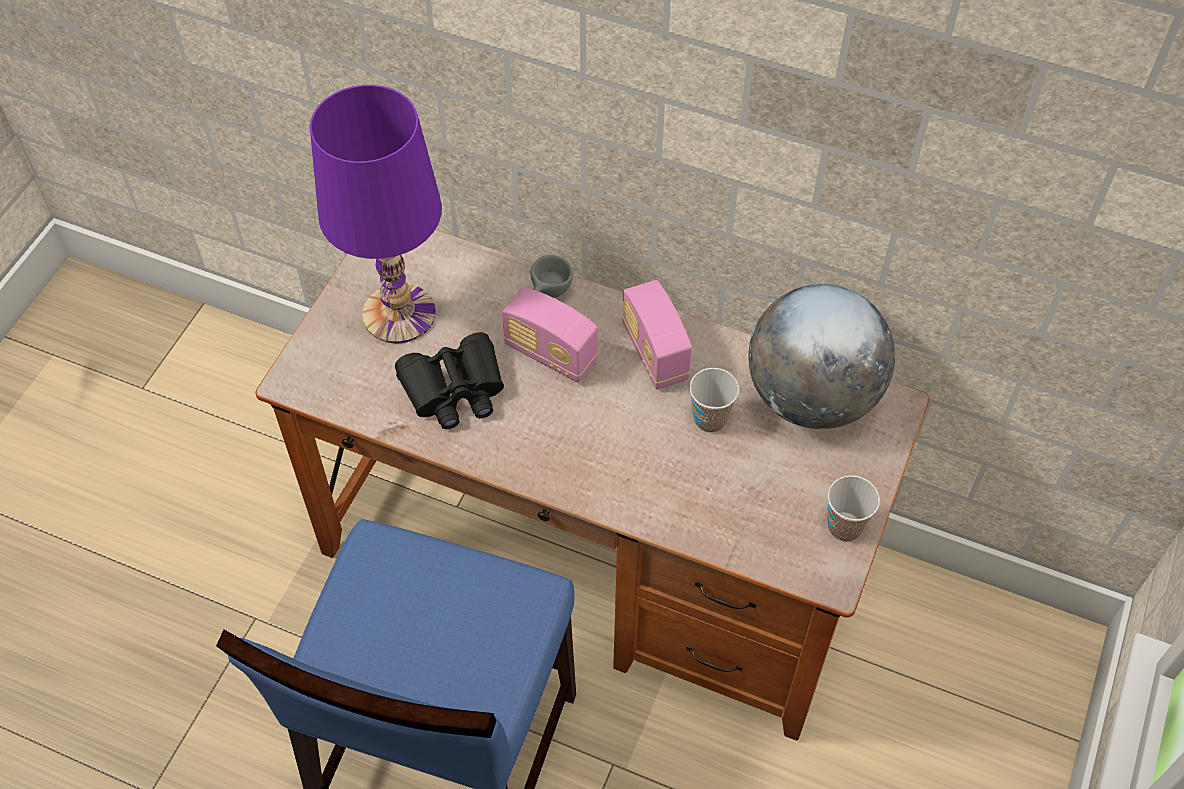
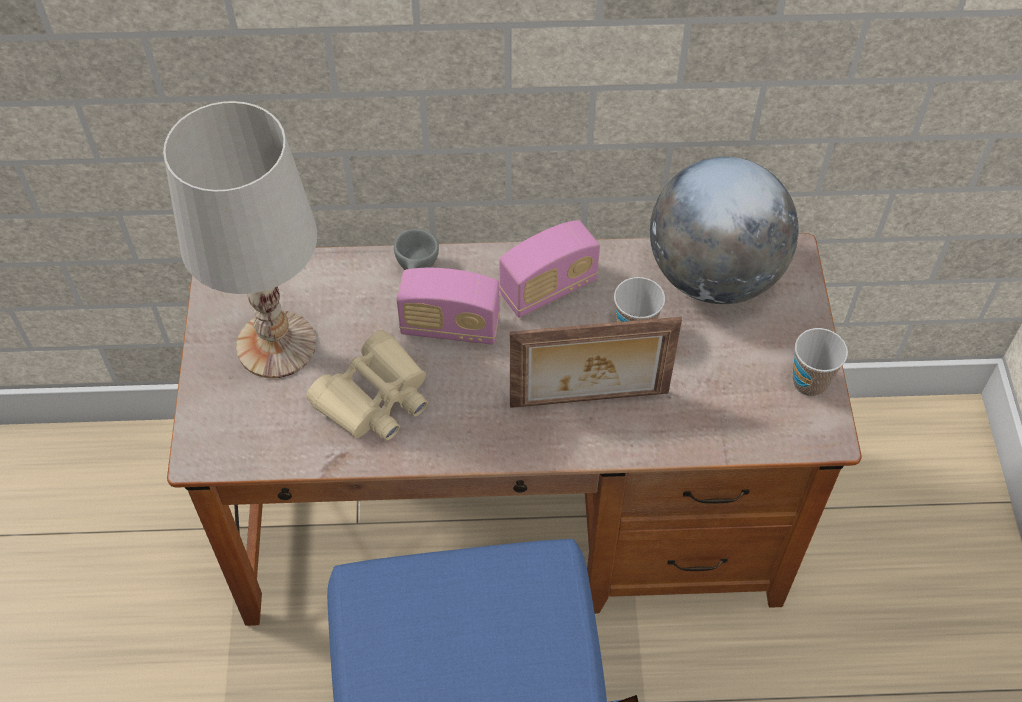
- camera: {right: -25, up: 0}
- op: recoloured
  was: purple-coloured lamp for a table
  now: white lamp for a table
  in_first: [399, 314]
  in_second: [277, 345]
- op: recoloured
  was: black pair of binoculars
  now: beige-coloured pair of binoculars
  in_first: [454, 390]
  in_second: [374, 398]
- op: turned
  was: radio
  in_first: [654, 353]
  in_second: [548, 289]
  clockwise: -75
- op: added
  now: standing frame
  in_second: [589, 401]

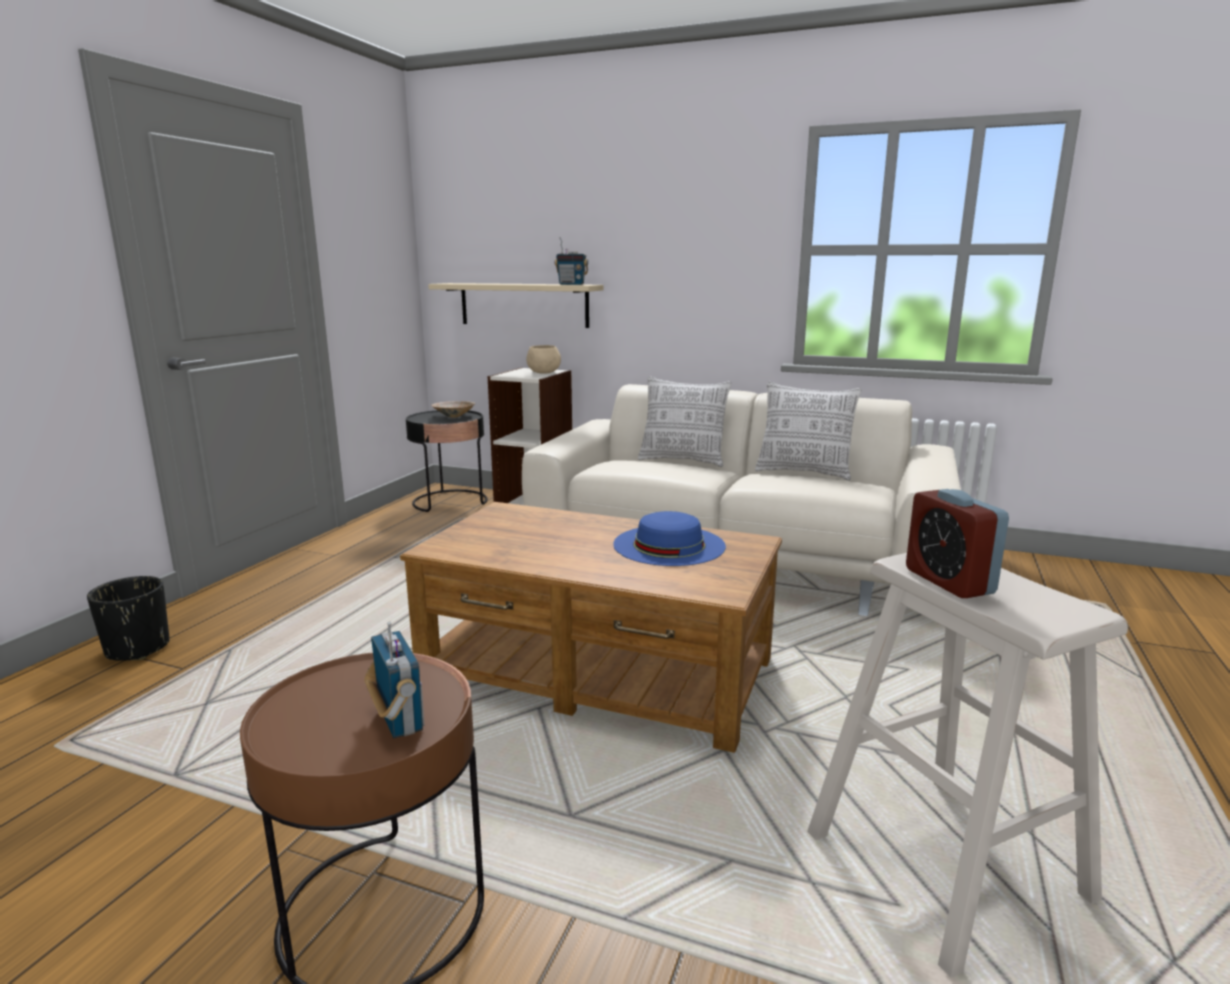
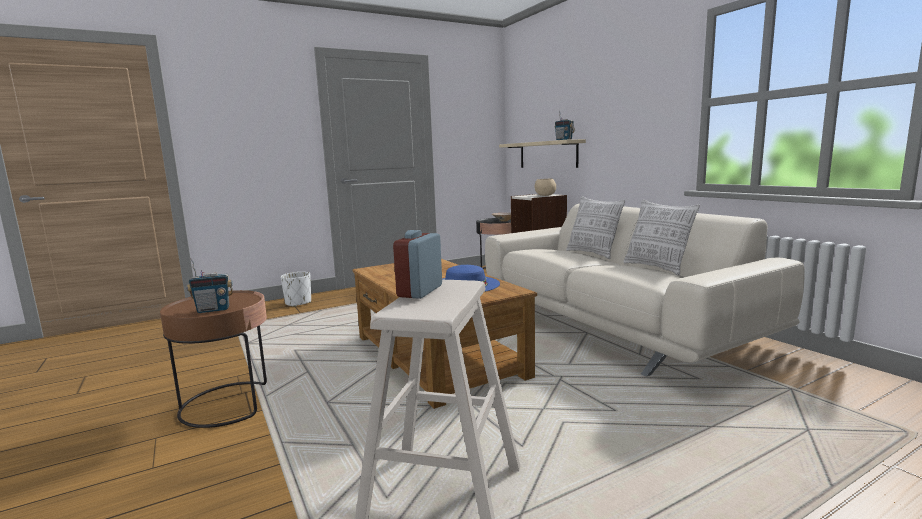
- camera: {right: 40, up: -5}
- op: turned
  was: radio
  in_first: [399, 721]
  in_second: [213, 310]
  clockwise: 60
- op: recoloured
  was: black plant pot
  now: white plant pot
  in_first: [138, 649]
  in_second: [298, 303]

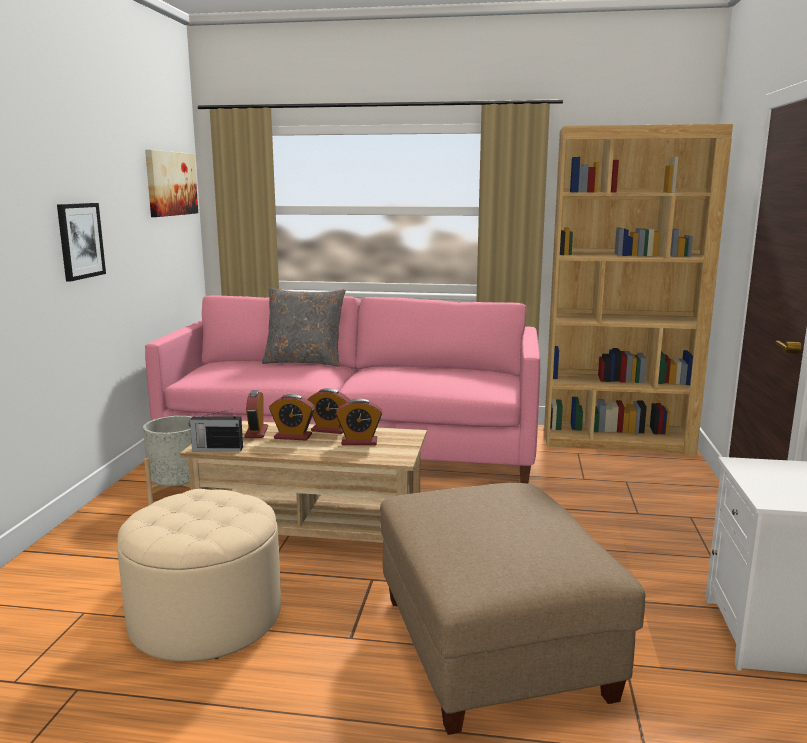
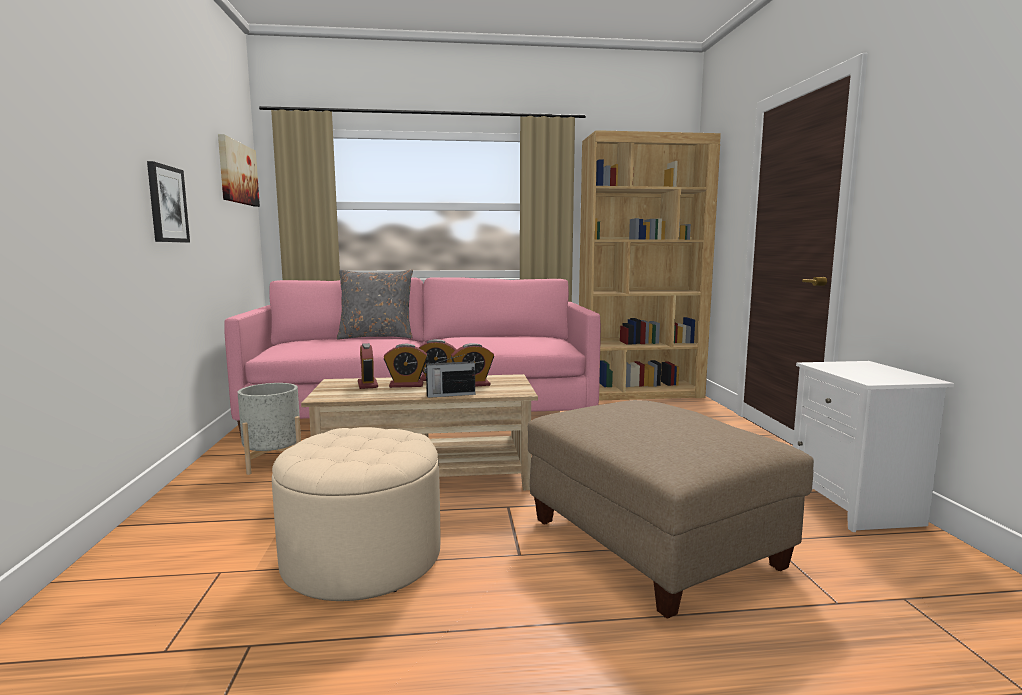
- camera: {right: -15, up: -5}
- op: moved
  was: radio
  in_first: [216, 449]
  in_second: [450, 394]

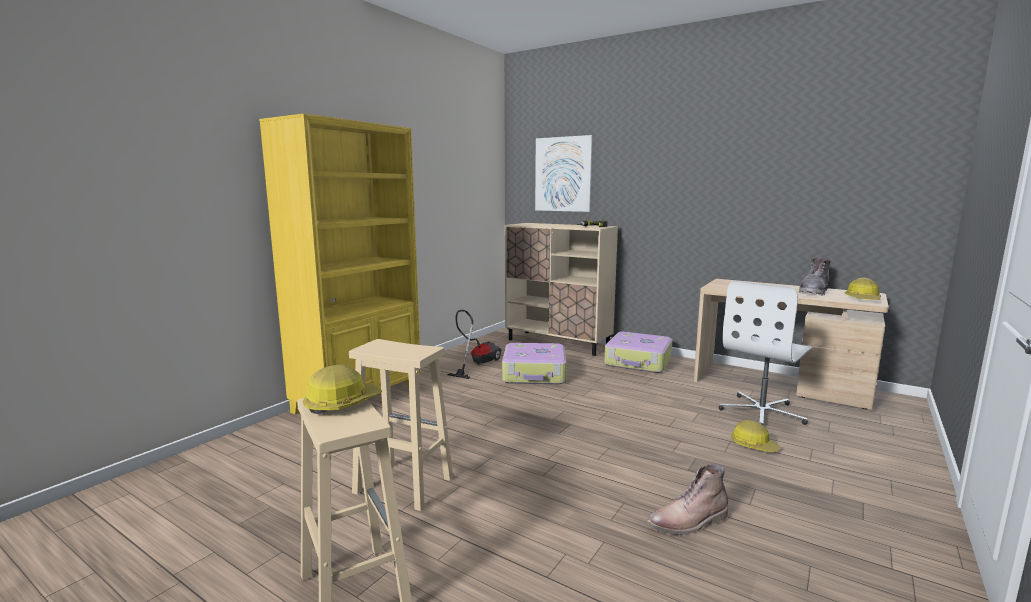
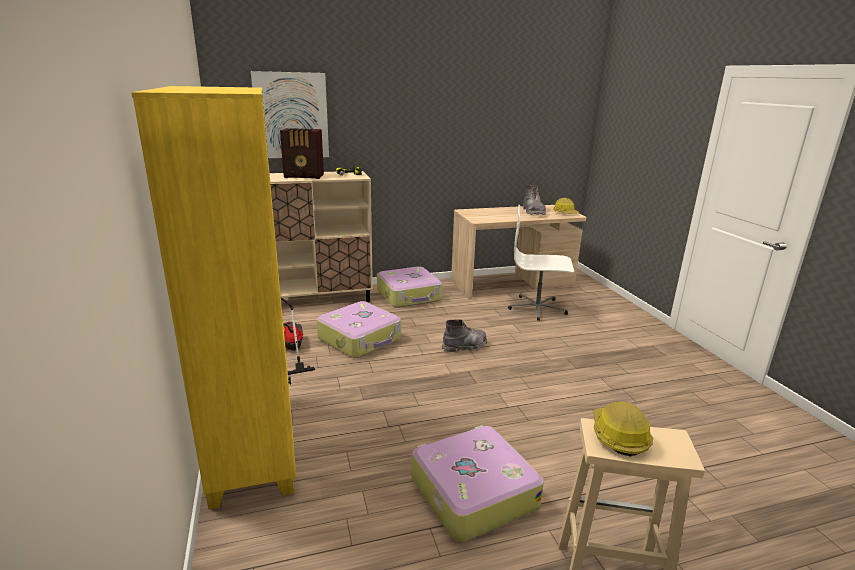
- camera: {right: -50, up: 10}
- op: added
  now: radio
  in_second: [305, 176]
- op: replaced
  was: beige-coloured stool
  now: travel case
  in_first: [402, 485]
  in_second: [472, 492]
- op: added
  now: greyish tall boot
  in_second: [465, 347]
- op: turned
  was: white computer chair
  in_first: [762, 412]
  in_second: [537, 308]
  clockwise: 105
- op: removed
  was: brown tall boot
  in_first: [688, 522]
- op: removed
  was: hard hat
  in_first: [753, 445]

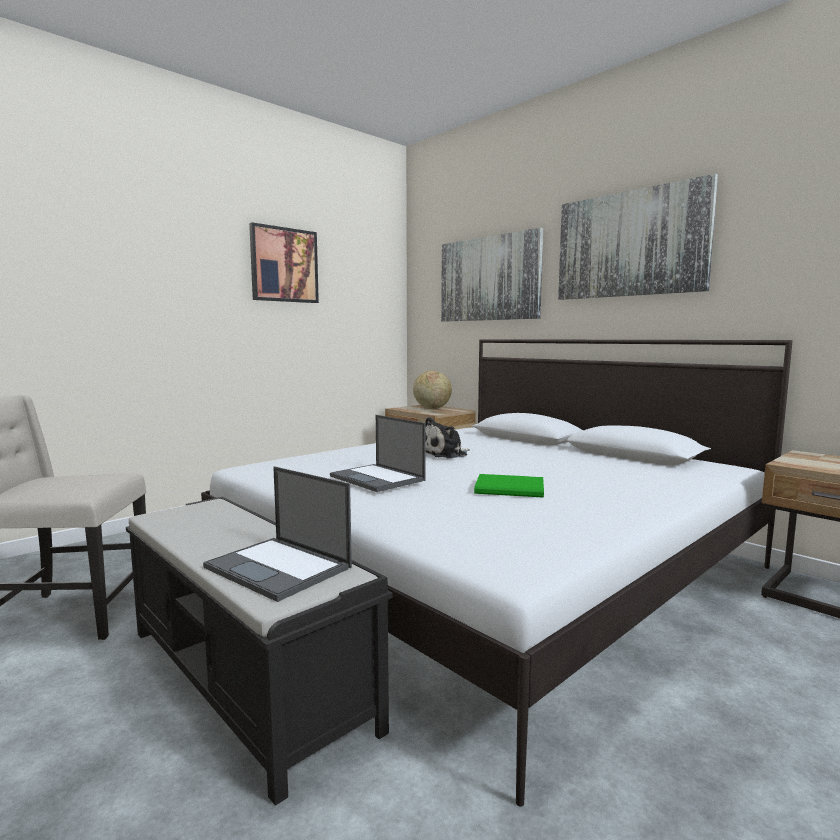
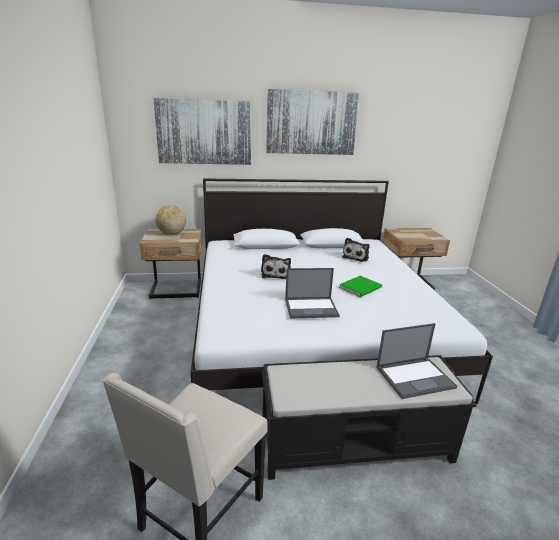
- camera: {right: -55, up: 15}
- op: added
  now: plush toy
  in_second: [356, 257]
- op: removed
  was: wall art
  in_first: [284, 265]

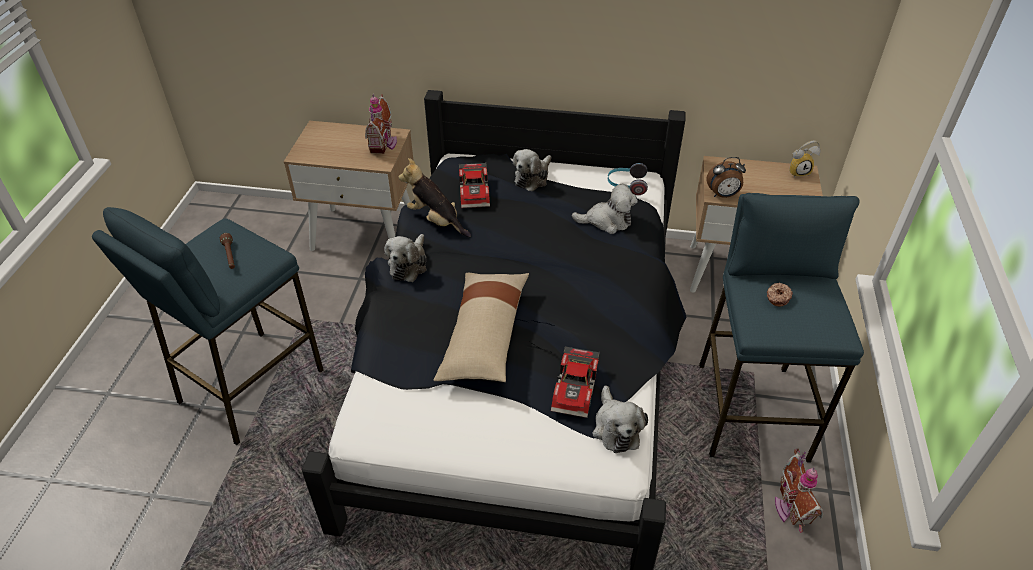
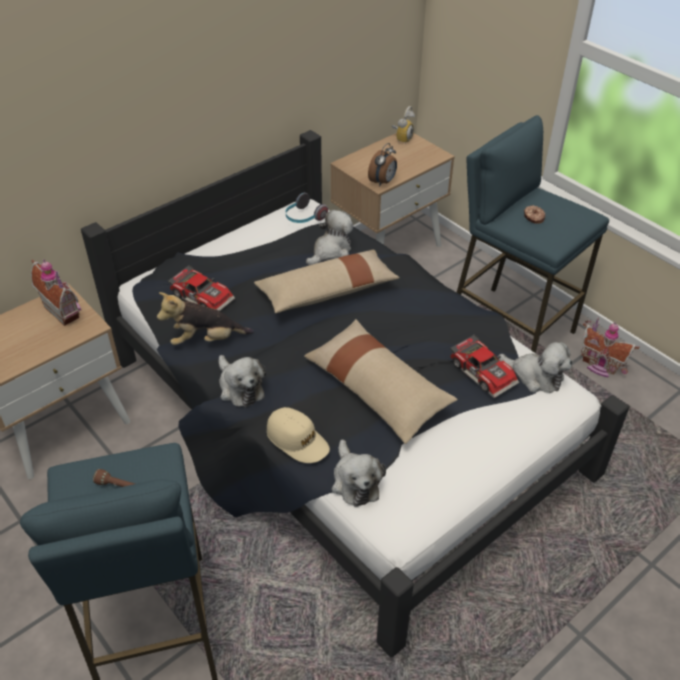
- camera: {right: -50, up: 0}
- op: added
  now: beige-coloured throw pillow
  in_second: [327, 292]
- op: added
  now: beige-coloured cap
  in_second: [297, 440]
- op: moved
  was: plush toy
  in_first: [532, 178]
  in_second: [355, 481]

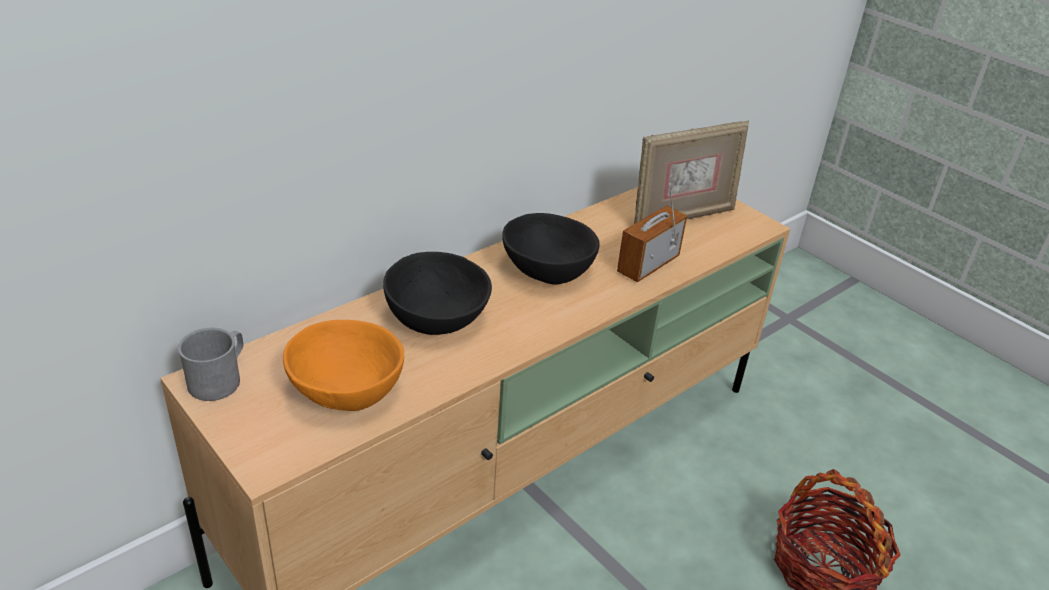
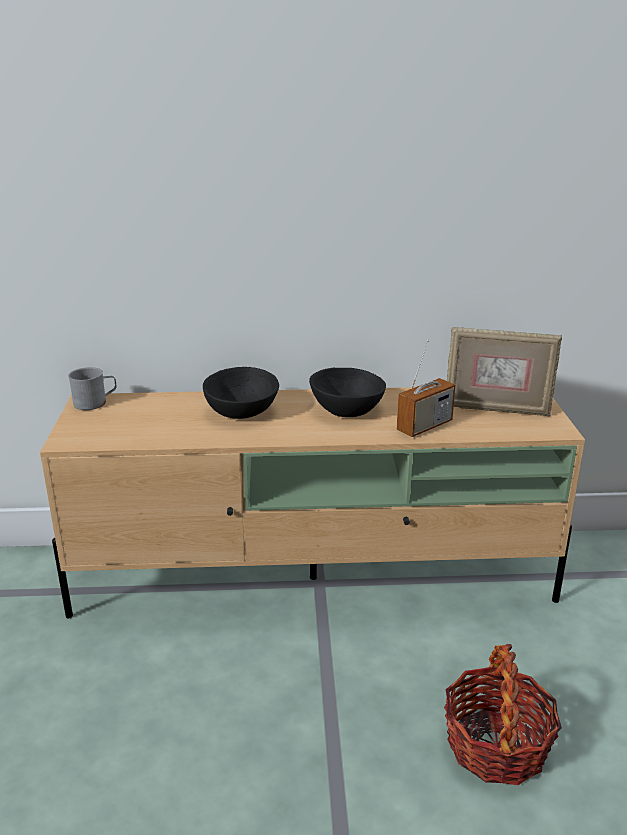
- camera: {right: 40, up: -10}
- op: turned
  was: radio
  in_first: [648, 265]
  in_second: [424, 426]
  clockwise: 150
- op: removed
  was: orangey deep dish
  in_first: [346, 391]

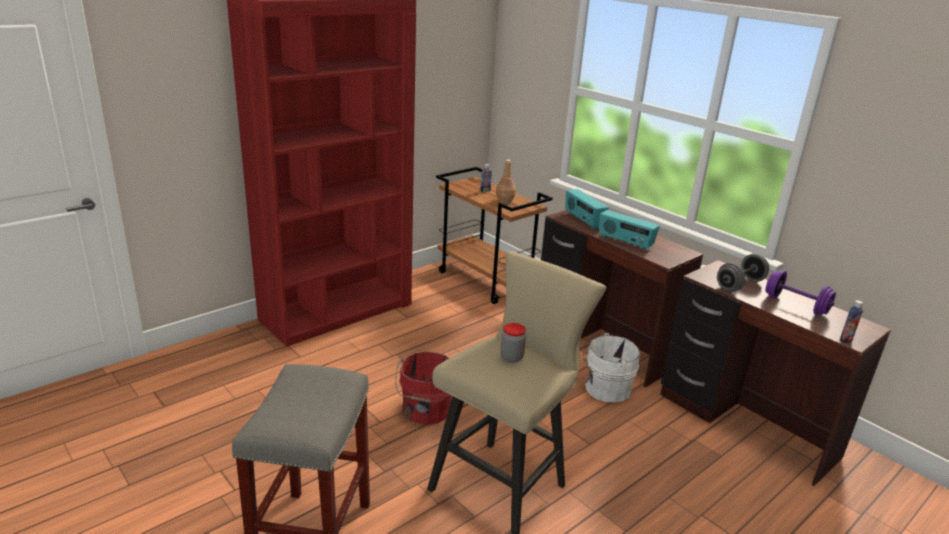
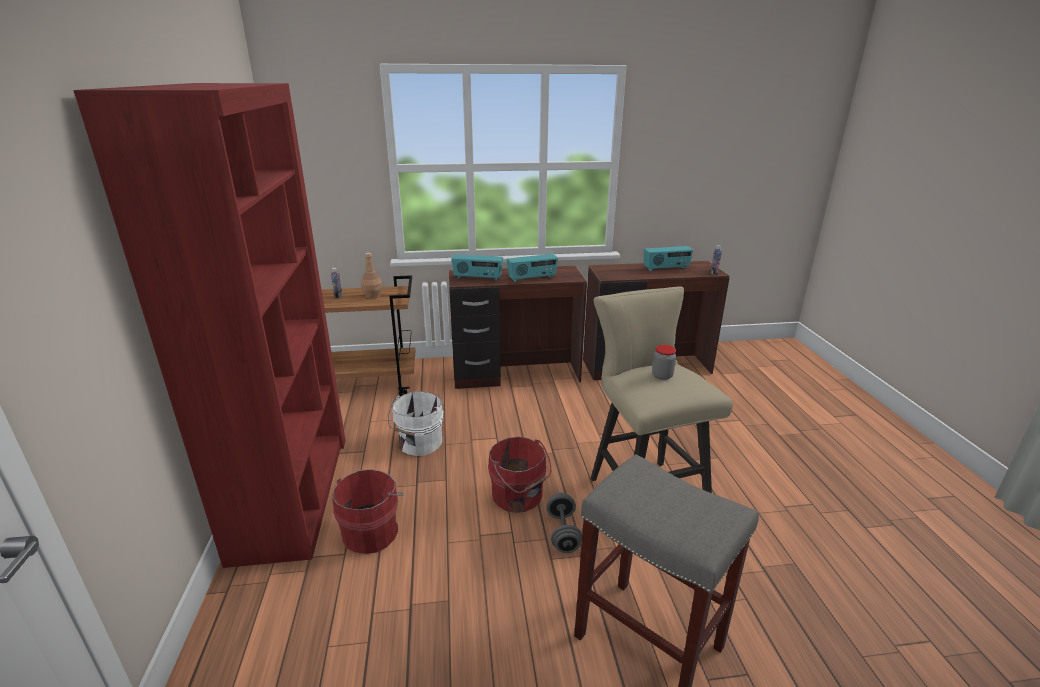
- camera: {right: -55, up: 0}
- op: added
  now: red bucket
  in_second: [372, 531]
- op: moved
  was: white bucket
  in_first: [605, 388]
  in_second: [419, 443]
- op: moved
  was: greyish free weight
  in_first: [740, 285]
  in_second: [563, 533]
- op: replaced
  was: purple-coloured free weight
  now: radio
  in_first: [796, 305]
  in_second: [666, 269]

